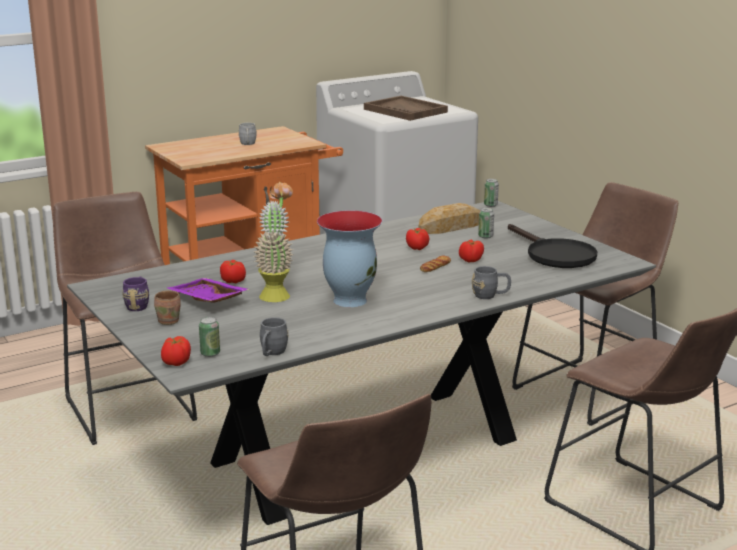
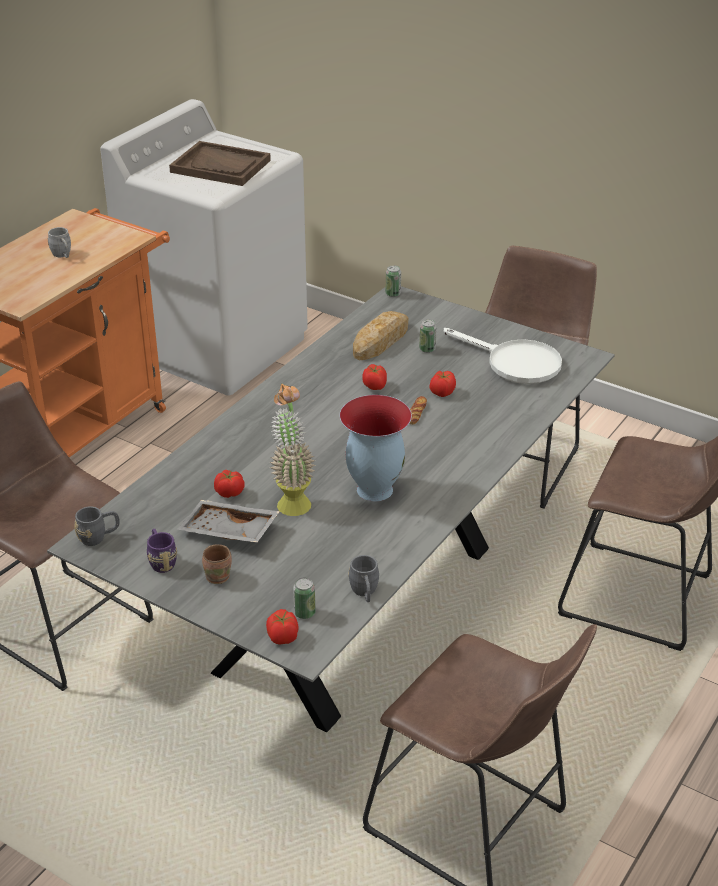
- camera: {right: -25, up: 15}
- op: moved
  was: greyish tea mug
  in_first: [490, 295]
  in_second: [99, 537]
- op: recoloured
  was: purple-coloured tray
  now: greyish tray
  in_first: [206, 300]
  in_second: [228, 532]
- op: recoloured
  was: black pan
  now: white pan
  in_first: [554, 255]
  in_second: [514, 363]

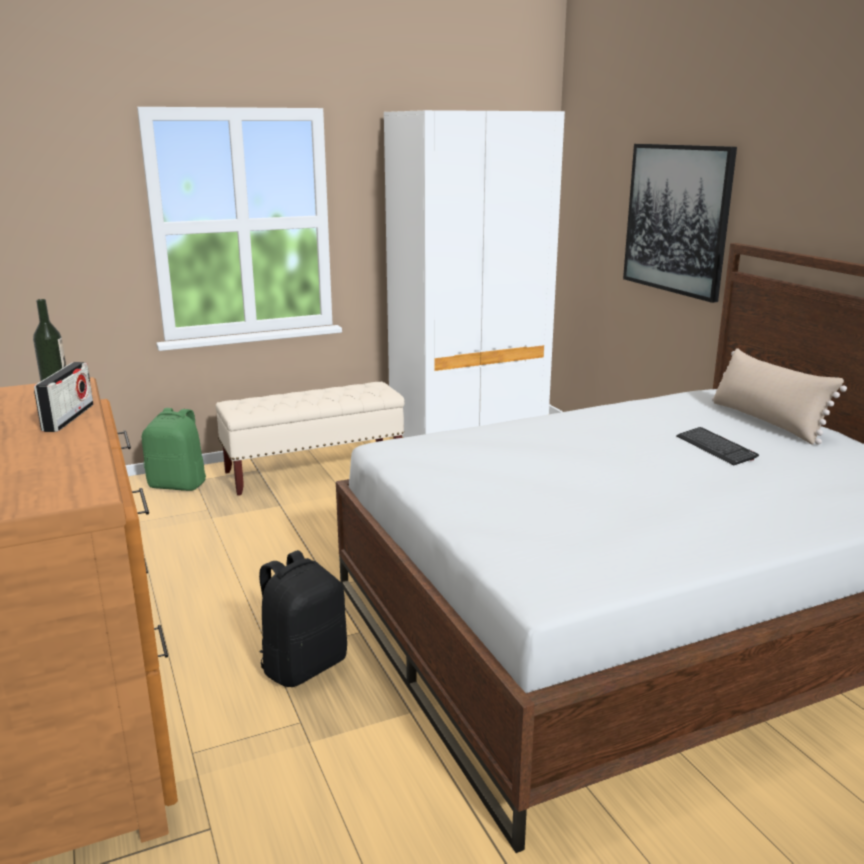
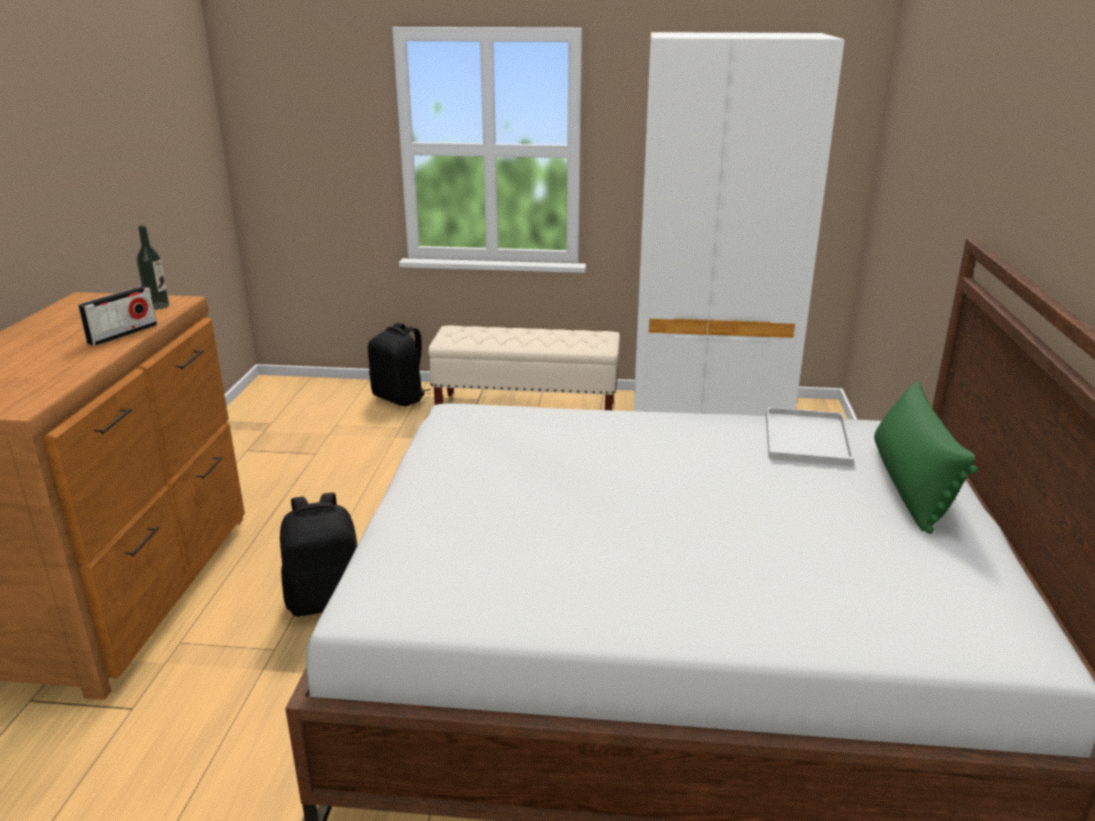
- camera: {right: 30, up: 5}
- op: recoloured
  was: greenish knapsack
  now: black knapsack
  in_first: [178, 485]
  in_second: [400, 398]
- op: added
  now: white tray
  in_second: [808, 439]
- op: recoloured
  was: beige-coloured throw pillow
  now: greenish throw pillow
  in_first: [766, 421]
  in_second: [910, 485]
- op: removed
  was: wall art
  in_first: [677, 219]
- op: removed
  was: PC keyboard
  in_first: [716, 448]

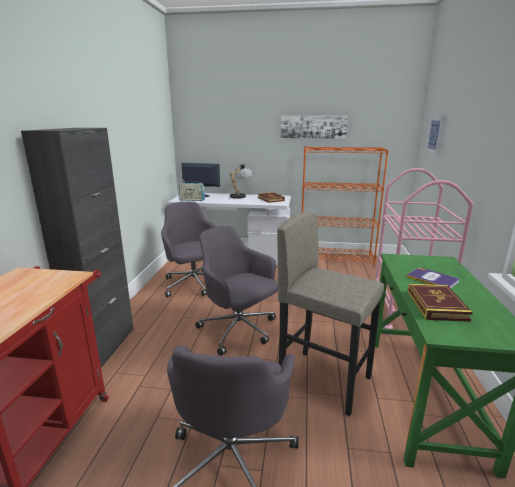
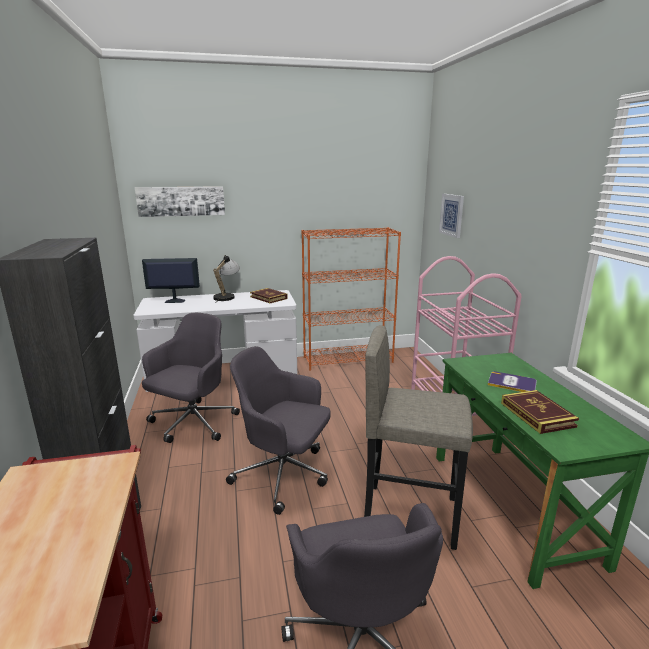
- camera: {right: -20, up: 0}
- op: moved
  was: wall art
  in_first: [313, 126]
  in_second: [181, 201]
- op: turned
  was: greyish computer chair
  in_first: [194, 285]
  in_second: [192, 423]
  clockwise: 75
- op: removed
  was: radio
  in_first: [192, 200]

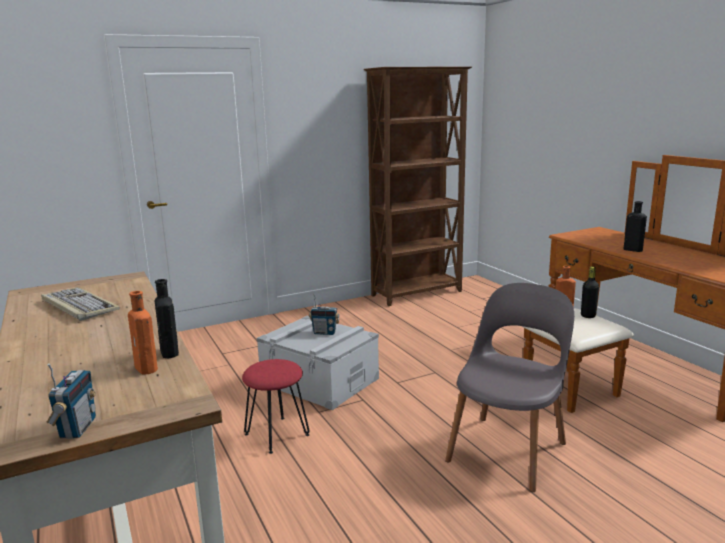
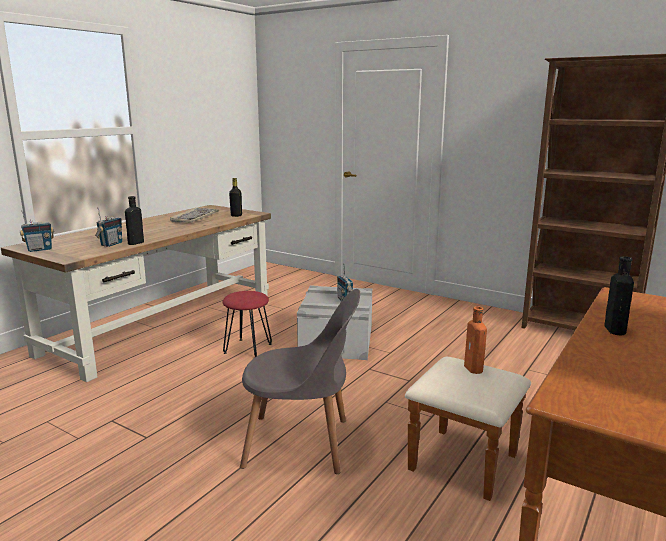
- camera: {right: 60, up: 0}
- op: replaced
  was: orangey bottle
  now: radio
  in_first: [147, 369]
  in_second: [111, 244]
- op: moved
  was: black bottle
  in_first: [588, 316]
  in_second: [236, 215]

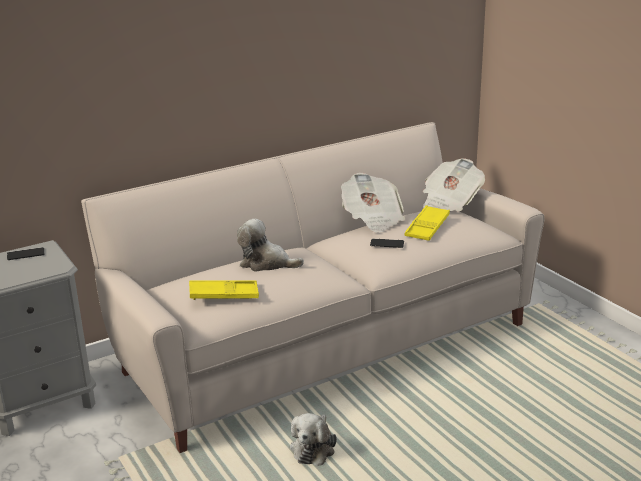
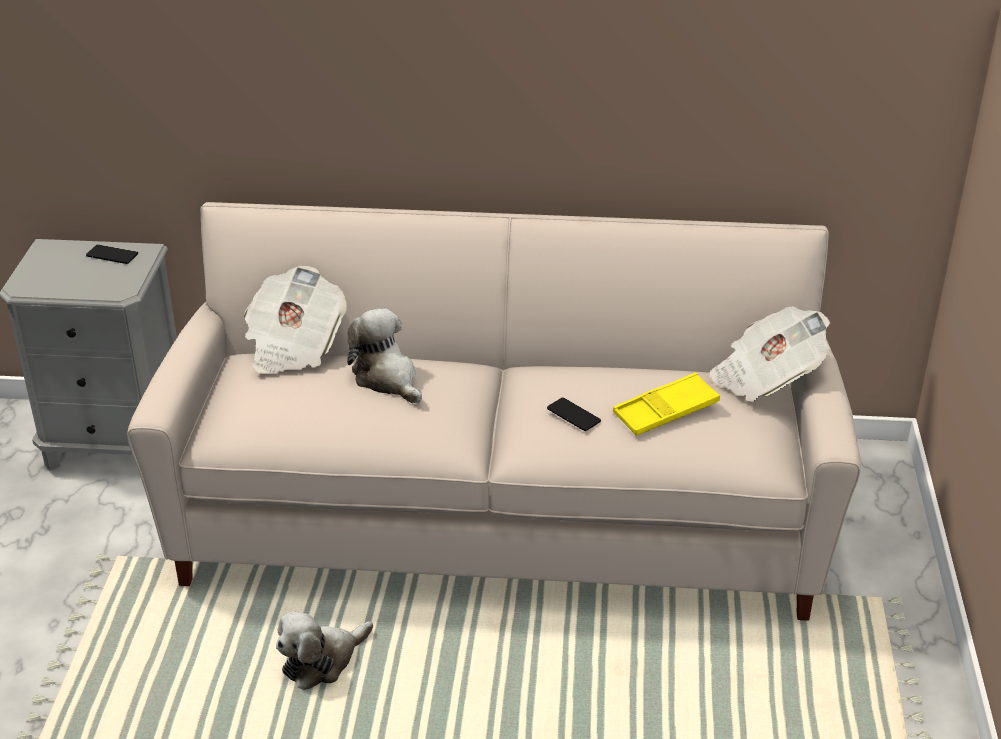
- camera: {right: 35, up: 10}
- op: moved
  was: printed paper
  in_first: [372, 219]
  in_second: [293, 346]
- op: removed
  was: yellowish tray
  in_first: [224, 295]

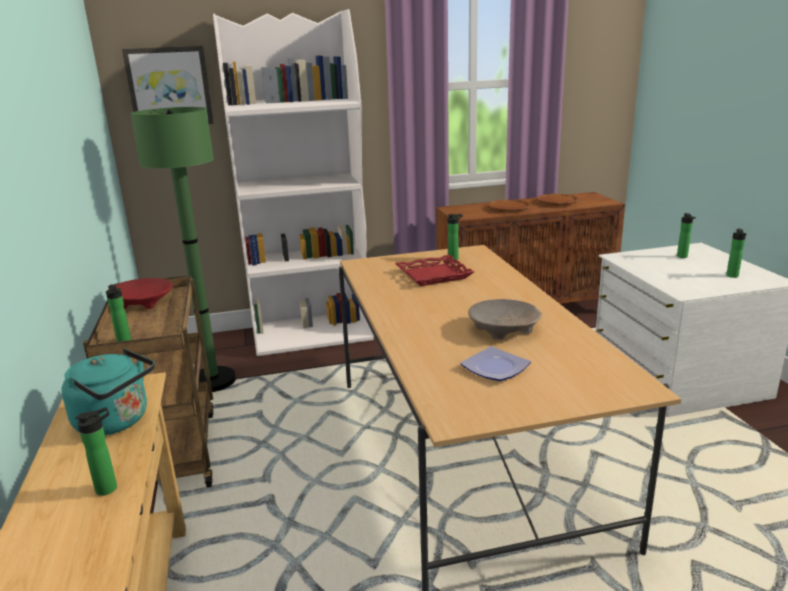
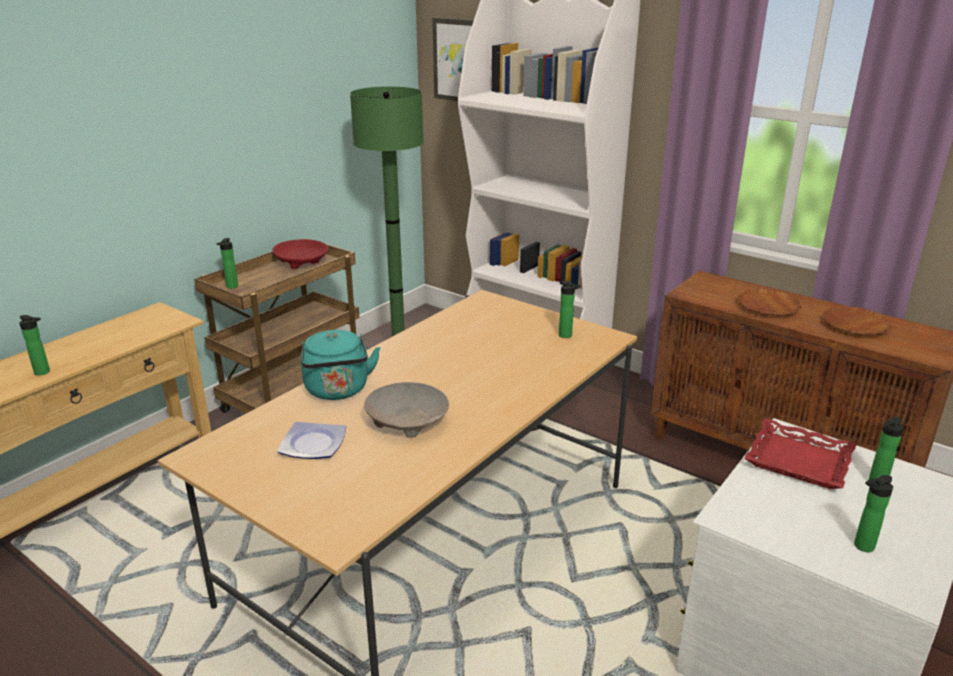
- camera: {right: 50, up: 5}
- op: moved
  was: turquoise-coloured tea kettle
  in_first: [116, 422]
  in_second: [338, 391]
- op: moved
  was: red tray
  in_first: [433, 275]
  in_second: [799, 460]

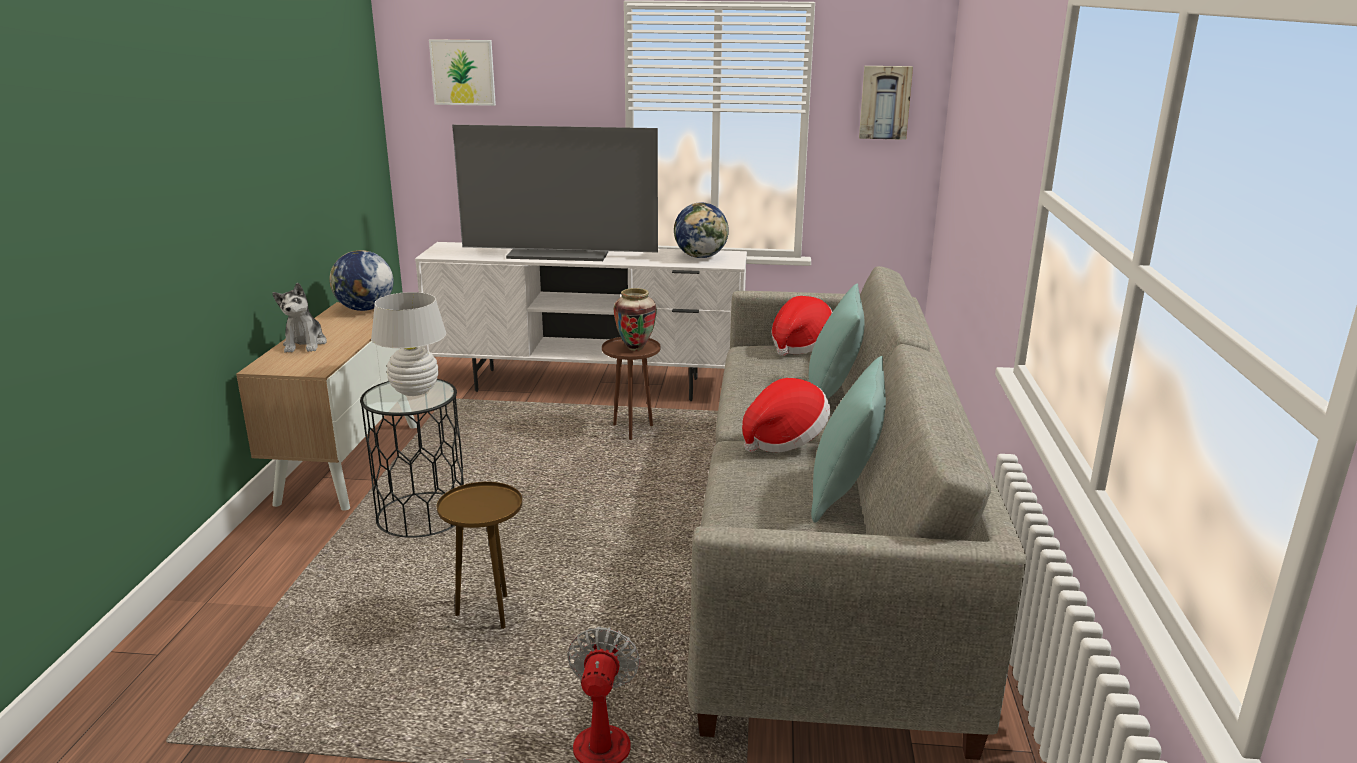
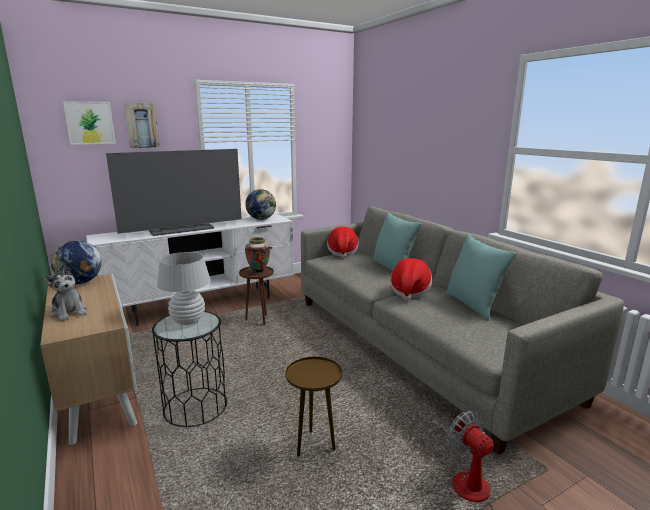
- camera: {right: -35, up: -5}
- op: moved
  was: wall art
  in_first: [885, 102]
  in_second: [142, 125]

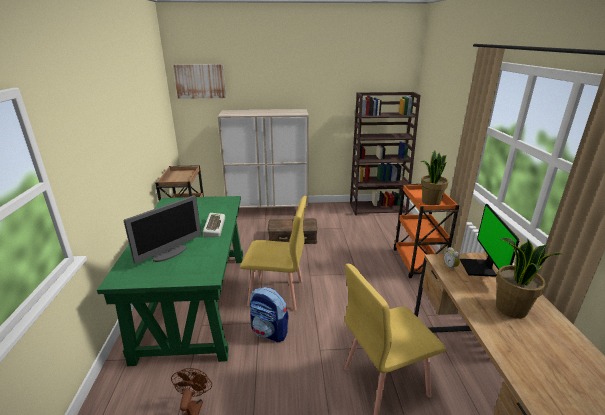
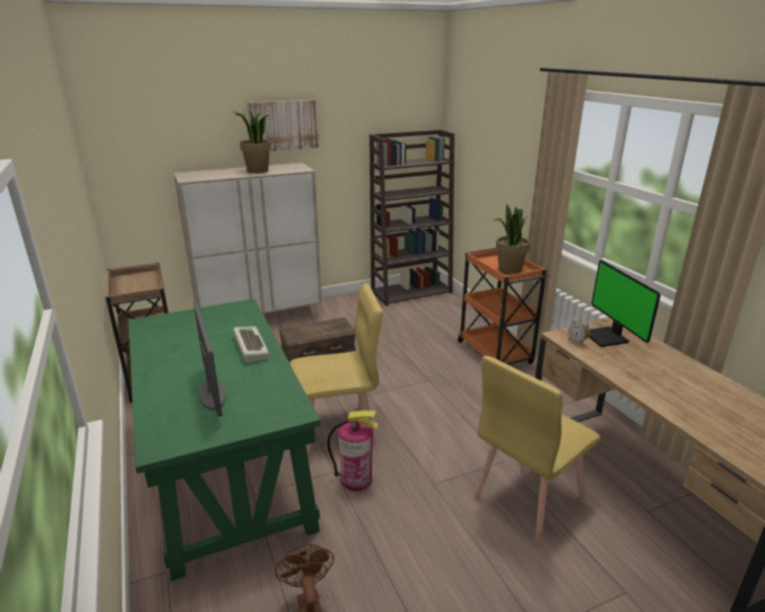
- camera: {right: -20, up: 0}
- op: turned
  was: monitor
  in_first: [170, 253]
  in_second: [212, 394]
  clockwise: -45
- op: moved
  was: plant in a pot
  in_first: [511, 309]
  in_second: [257, 171]
- op: moved
  was: wall art
  in_first: [200, 81]
  in_second: [284, 125]
- op: replaced
  was: knapsack
  now: fire-fighting cylinder
  in_first: [270, 332]
  in_second: [356, 479]

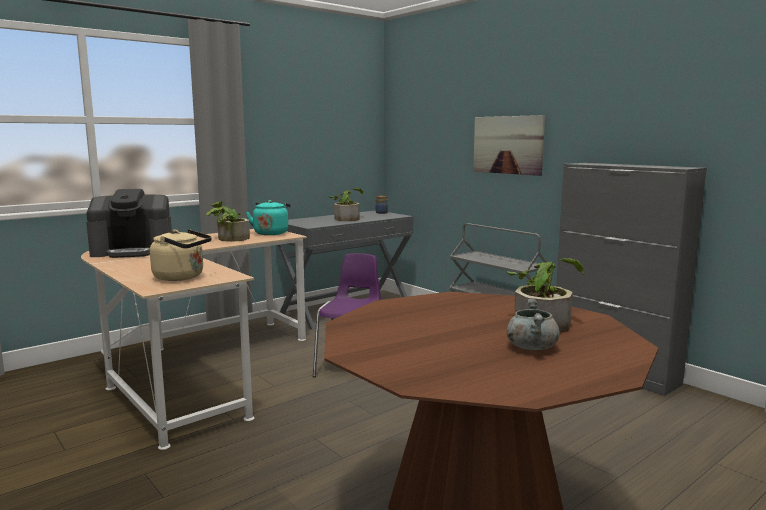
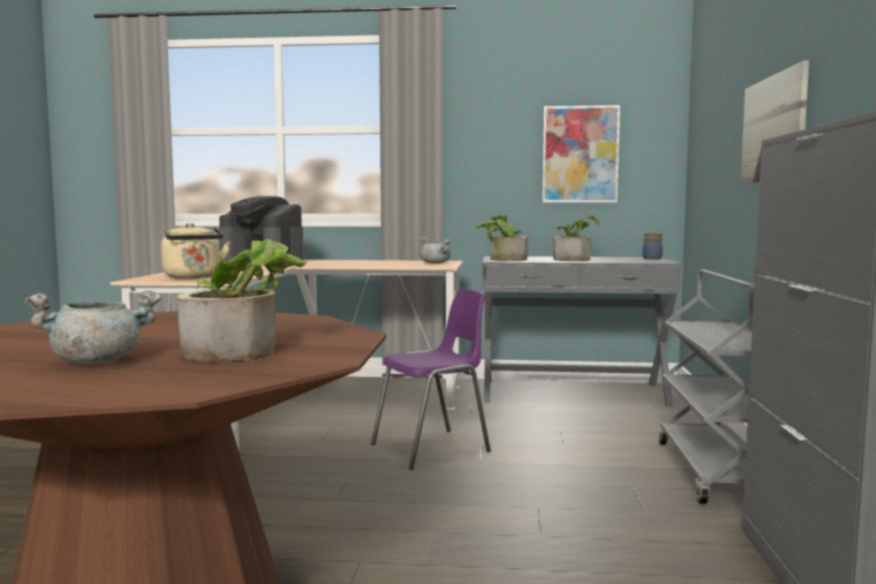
- camera: {right: 45, up: -5}
- op: replaced
  was: turquoise-coloured tea kettle
  now: greyish cooking pot
  in_first: [271, 233]
  in_second: [436, 263]
- op: moved
  was: plant in a pot
  in_first: [229, 239]
  in_second: [503, 259]
- op: added
  now: wall art
  in_second: [580, 154]

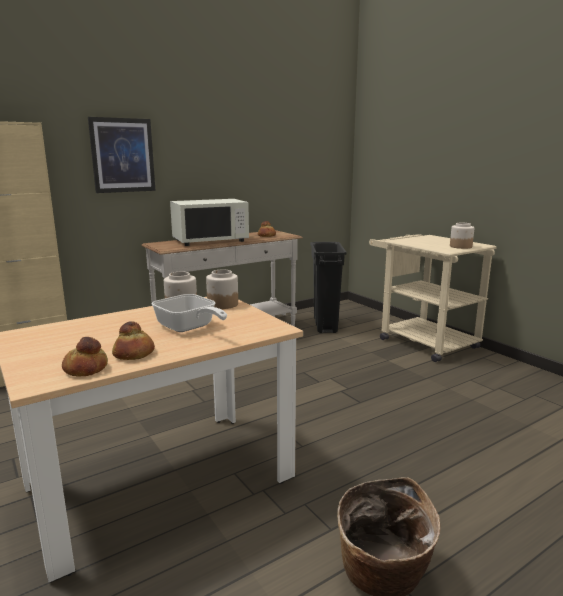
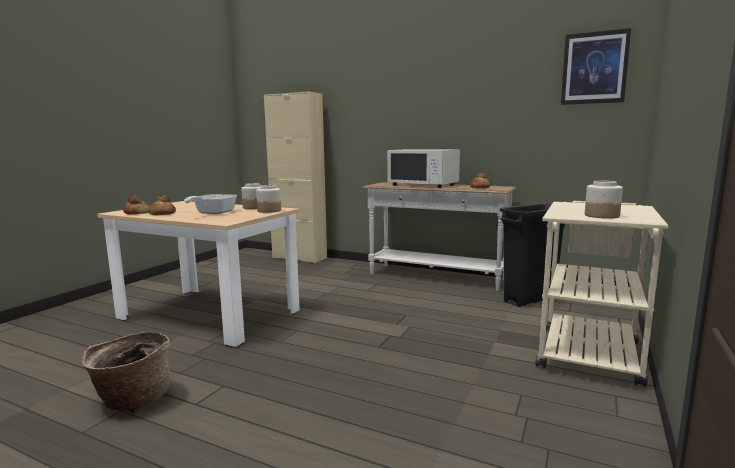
- camera: {right: 60, up: -5}
- op: moved
  was: wall art
  in_first: [122, 155]
  in_second: [594, 68]

